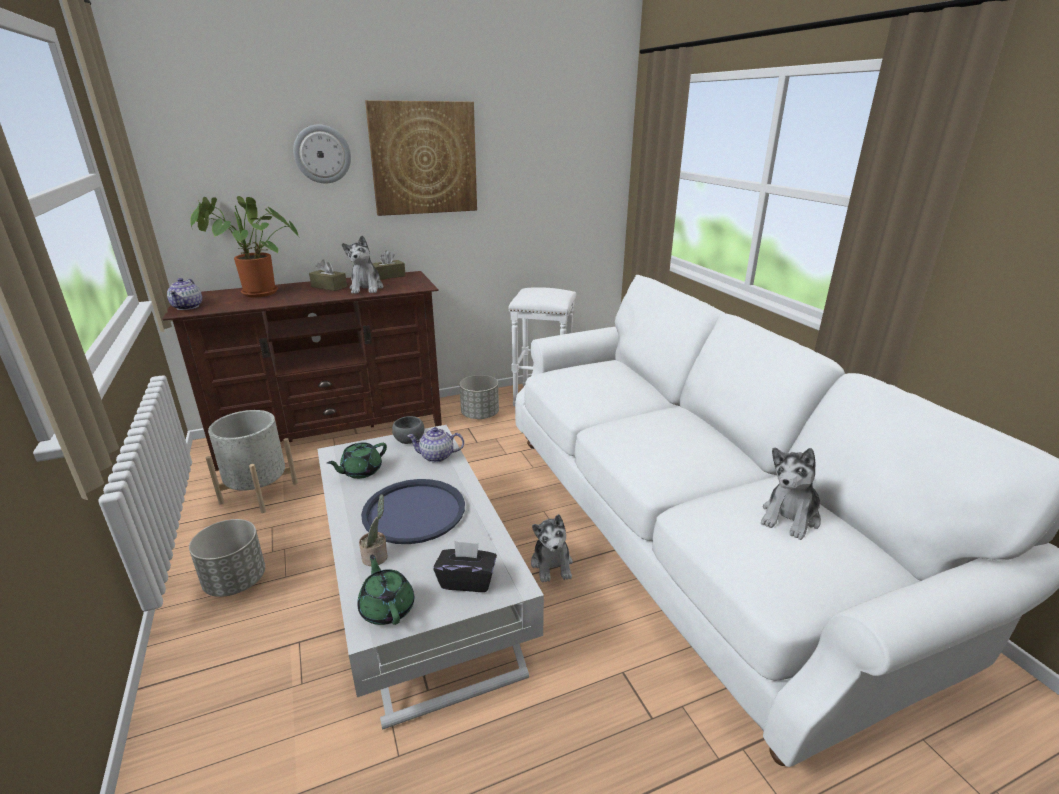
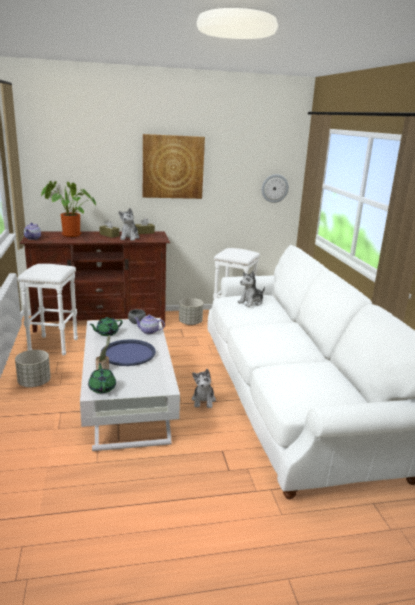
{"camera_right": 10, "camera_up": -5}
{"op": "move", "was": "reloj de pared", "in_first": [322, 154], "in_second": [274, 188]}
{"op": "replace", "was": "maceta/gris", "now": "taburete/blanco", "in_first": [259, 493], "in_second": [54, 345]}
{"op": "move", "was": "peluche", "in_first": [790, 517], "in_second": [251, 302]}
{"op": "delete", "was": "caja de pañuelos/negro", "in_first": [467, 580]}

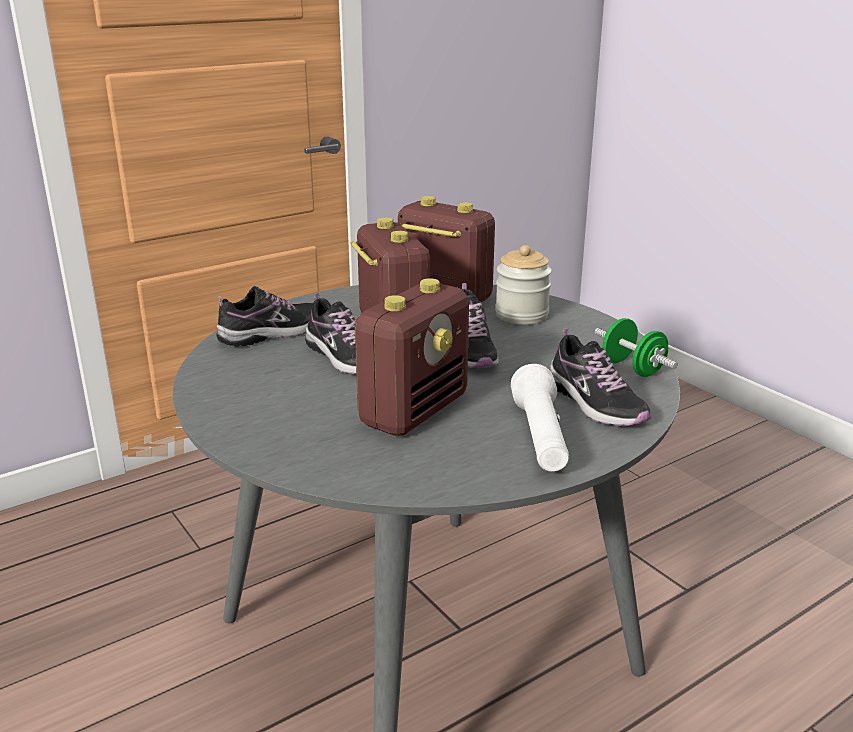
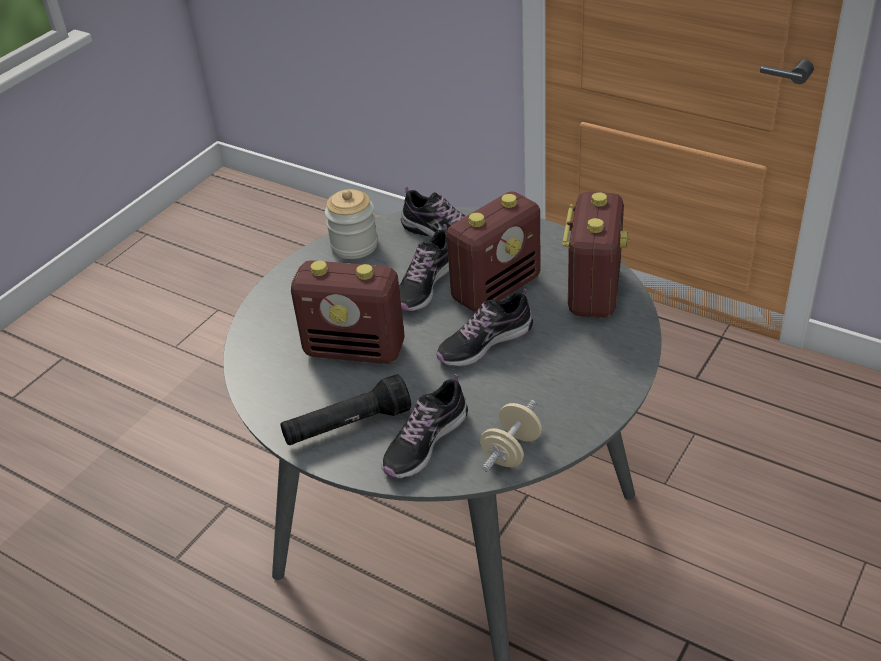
{"camera_right": 70, "camera_up": 15}
{"op": "move", "was": "tarro", "in_first": [521, 315], "in_second": [354, 245]}
{"op": "recolor", "was": "mancuerna/verde", "now": "mancuerna/beis", "in_first": [632, 368], "in_second": [511, 451]}
{"op": "recolor", "was": "linterna/blanco", "now": "linterna/negro", "in_first": [540, 438], "in_second": [347, 426]}

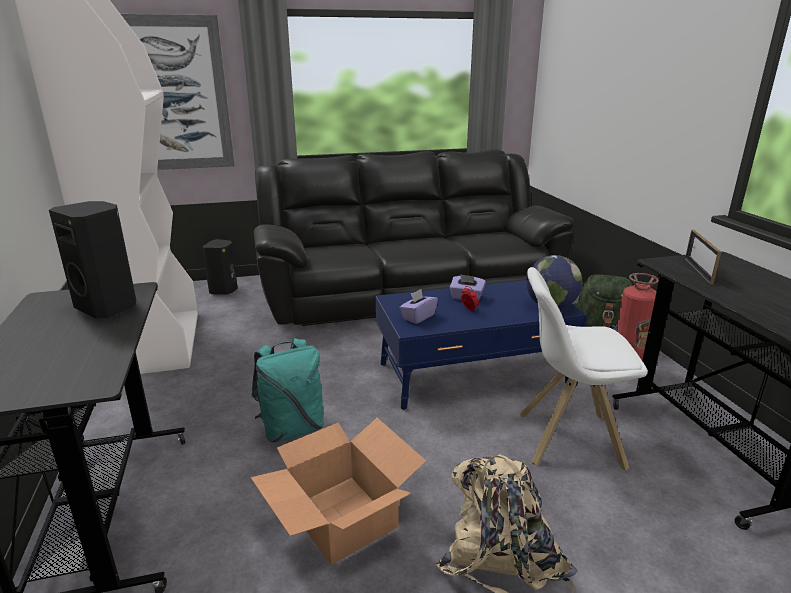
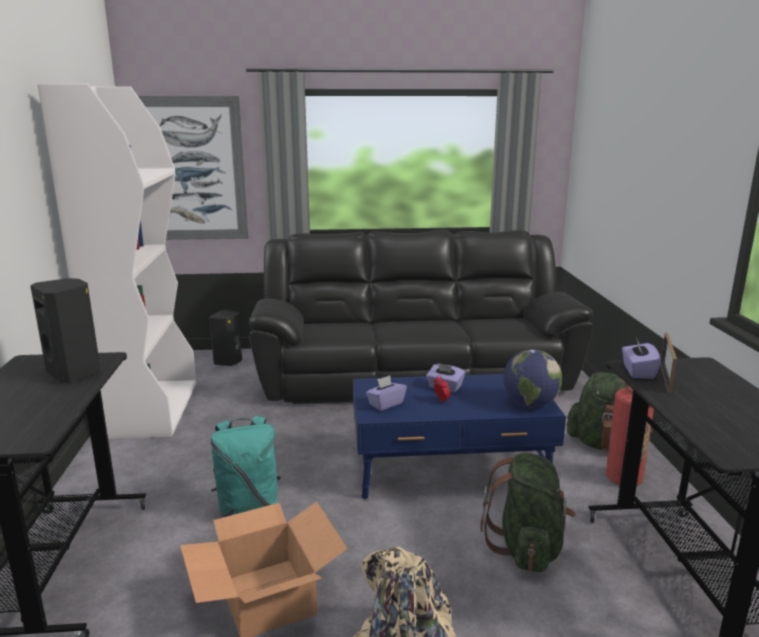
{"camera_right": 10, "camera_up": -5}
{"op": "replace", "was": "silla/blanco", "now": "mochila/verde", "in_first": [568, 439], "in_second": [527, 548]}
{"op": "insert", "now": "caja de pañuelos/morado", "in_second": [637, 371]}

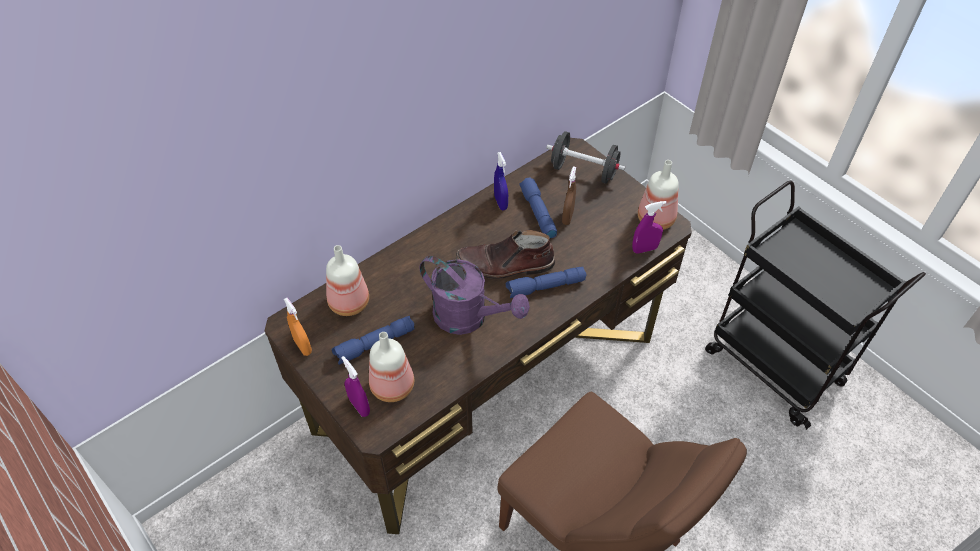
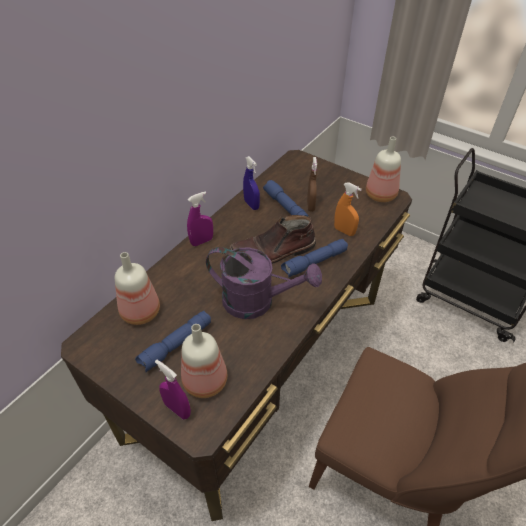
{"camera_right": -15, "camera_up": -5}
{"op": "delete", "was": "mancuerna/negro", "in_first": [583, 171]}
{"op": "move", "was": "pulverizador/morado", "in_first": [644, 249], "in_second": [202, 241]}
{"op": "move", "was": "pulverizador/naranja", "in_first": [303, 346], "in_second": [344, 231]}

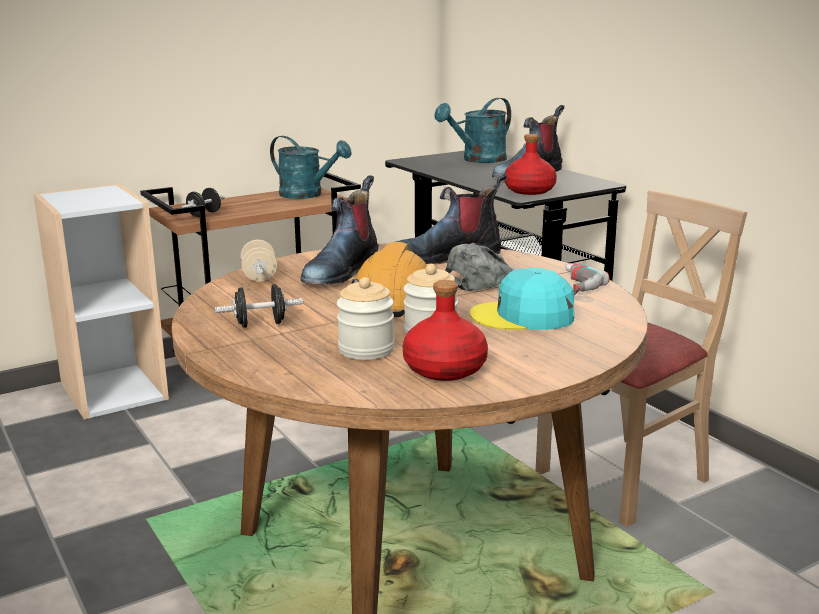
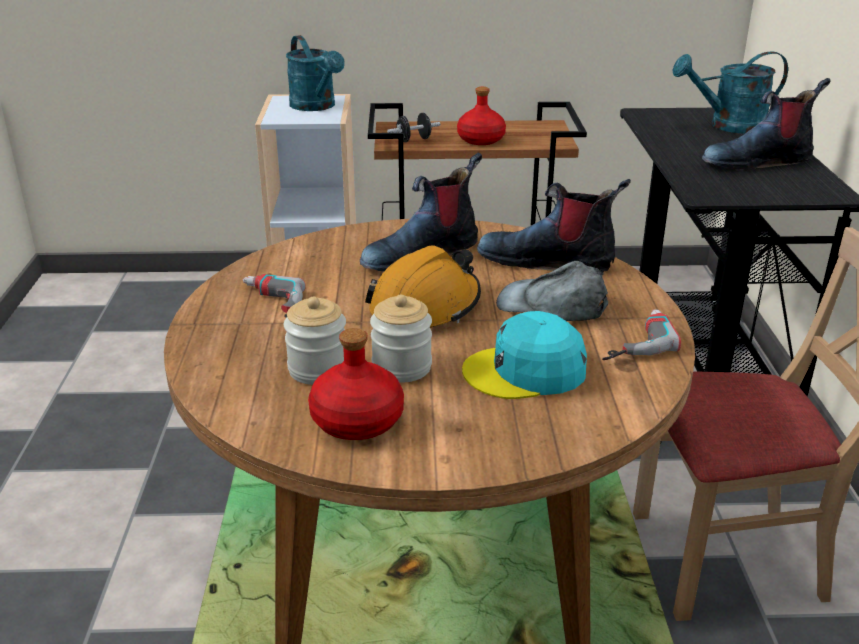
{"camera_right": 30, "camera_up": 10}
{"op": "move", "was": "botella/rojo", "in_first": [529, 191], "in_second": [480, 140]}
{"op": "move", "was": "regadera/turquesa", "in_first": [308, 195], "in_second": [316, 107]}
{"op": "delete", "was": "mancuerna/beis", "in_first": [259, 276]}
{"op": "rotate", "was": "gorra/gris", "in_first": [487, 279], "in_second": [552, 305], "clockwise": -150}
{"op": "rotate", "was": "gorra/turquesa", "in_first": [523, 316], "in_second": [525, 371], "clockwise": -45}
{"op": "replace", "was": "mancuerna/negro", "now": "taladro", "in_first": [260, 324], "in_second": [269, 306]}

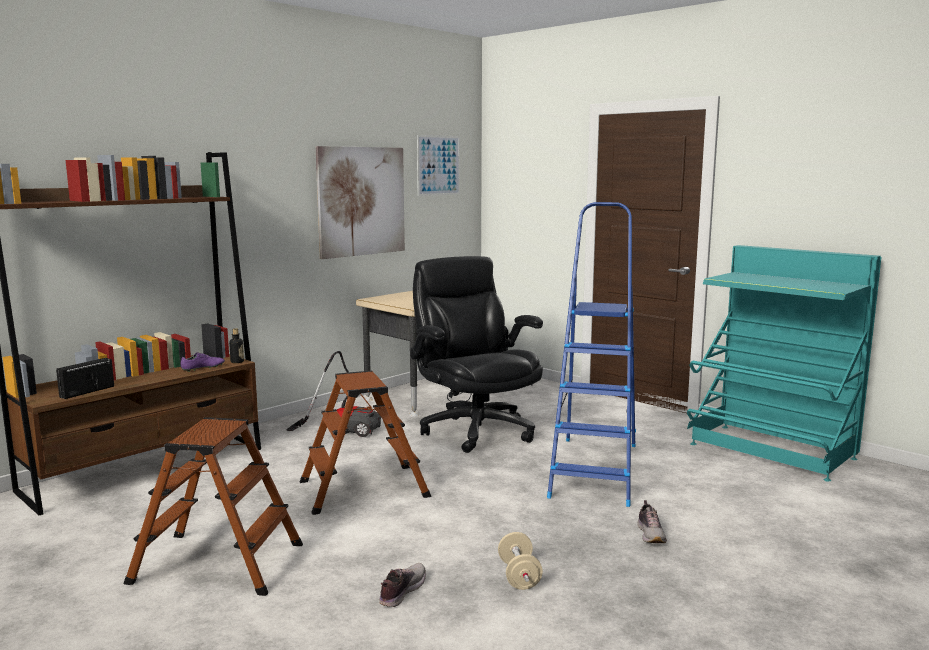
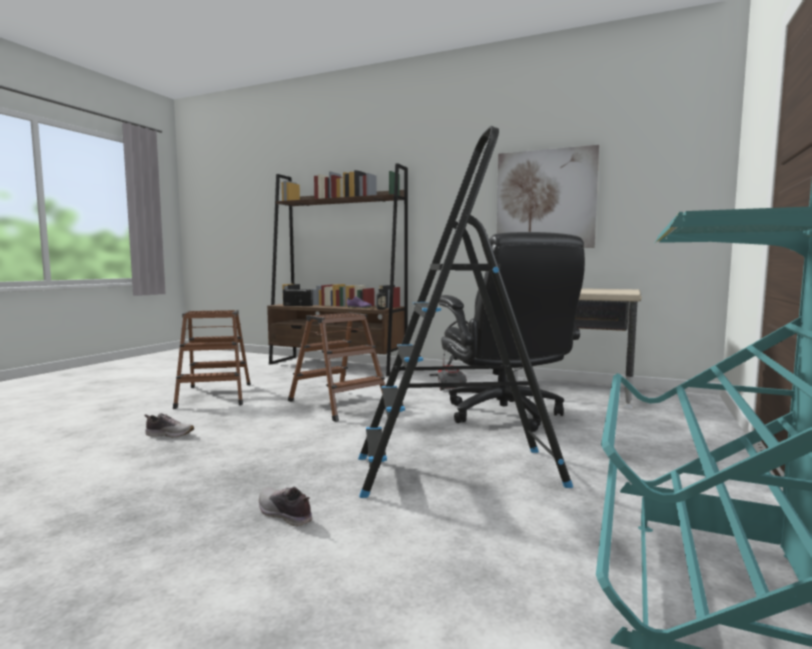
{"camera_right": 70, "camera_up": -5}
{"op": "delete", "was": "cuadro", "in_first": [438, 165]}
{"op": "recolor", "was": "escalera de tijera/azul", "now": "escalera de tijera/negro", "in_first": [595, 469], "in_second": [457, 472]}
{"op": "rotate", "was": "silla de oficina/negro", "in_first": [476, 431], "in_second": [505, 416], "clockwise": 120}
{"op": "rotate", "was": "zapato", "in_first": [651, 535], "in_second": [284, 514], "clockwise": 60}
{"op": "delete", "was": "mancuerna/beis", "in_first": [519, 576]}

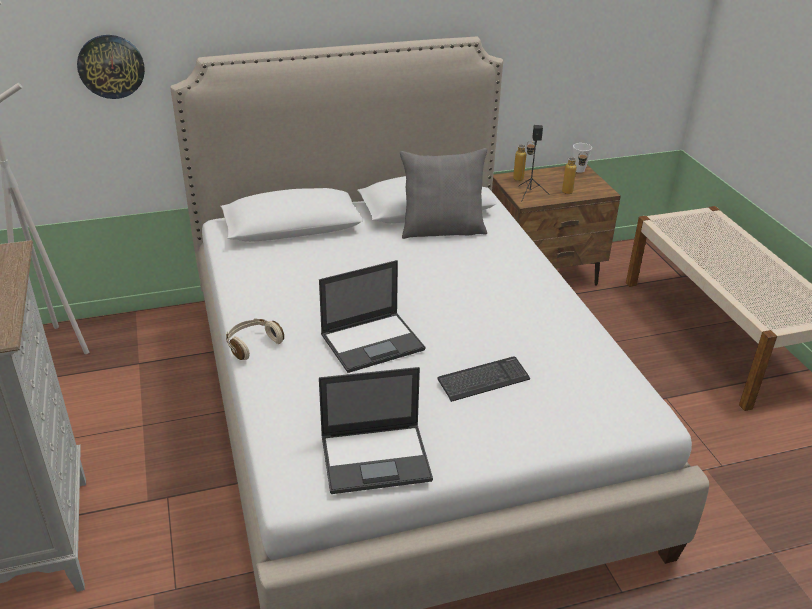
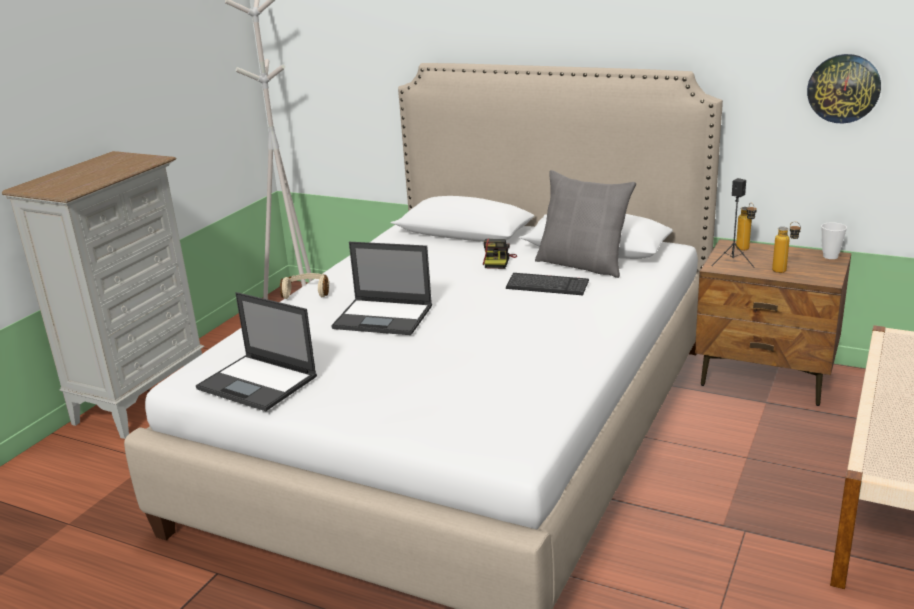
{"camera_right": 45, "camera_up": -10}
{"op": "move", "was": "reloj de pared", "in_first": [111, 66], "in_second": [843, 88]}
{"op": "move", "was": "teclado", "in_first": [483, 380], "in_second": [547, 286]}
{"op": "insert", "now": "cámara", "in_second": [498, 261]}

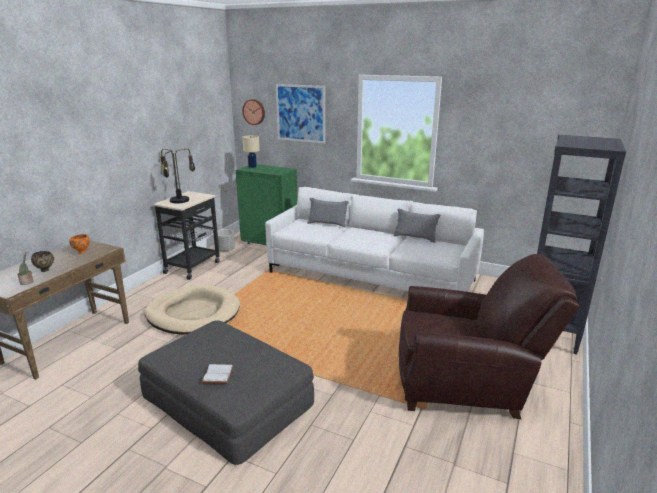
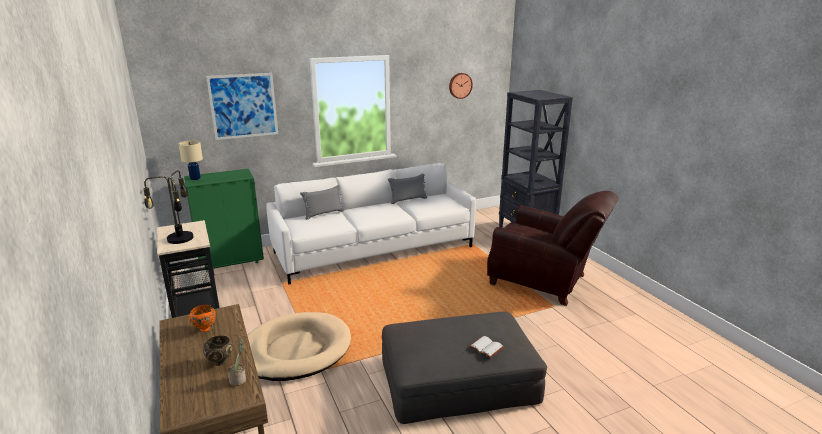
{"camera_right": -50, "camera_up": 0}
{"op": "move", "was": "reloj de pared", "in_first": [254, 112], "in_second": [460, 85]}
{"op": "rotate", "was": "sillón/marrón", "in_first": [467, 384], "in_second": [545, 282], "clockwise": 75}

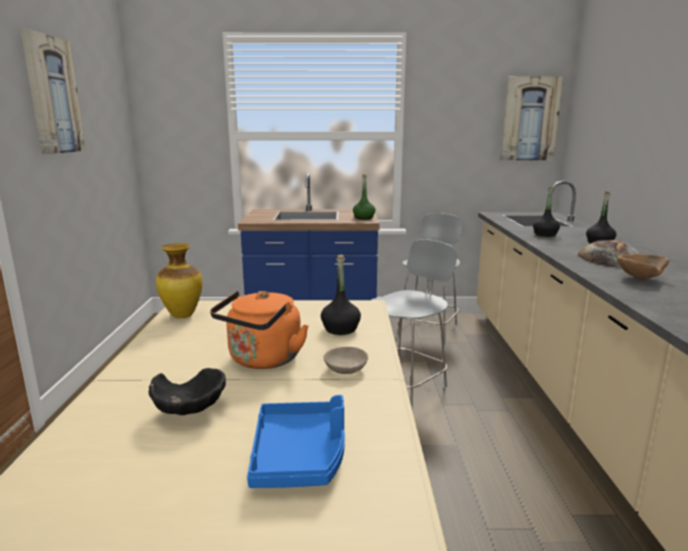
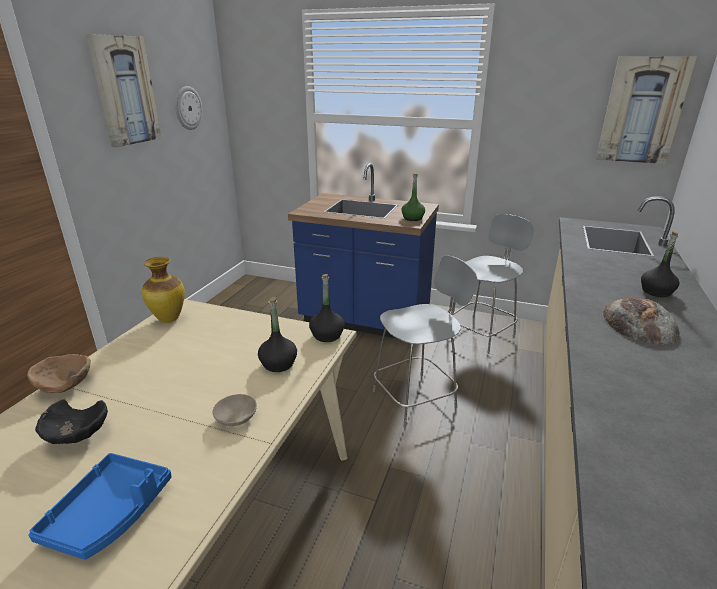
{"camera_right": 20, "camera_up": 10}
{"op": "move", "was": "botella/negro", "in_first": [545, 235], "in_second": [327, 335]}
{"op": "move", "was": "cuenco/marrón", "in_first": [638, 277], "in_second": [67, 386]}
{"op": "delete", "was": "hervidor/naranja", "in_first": [263, 360]}
{"op": "insert", "now": "reloj de pared", "in_second": [187, 108]}

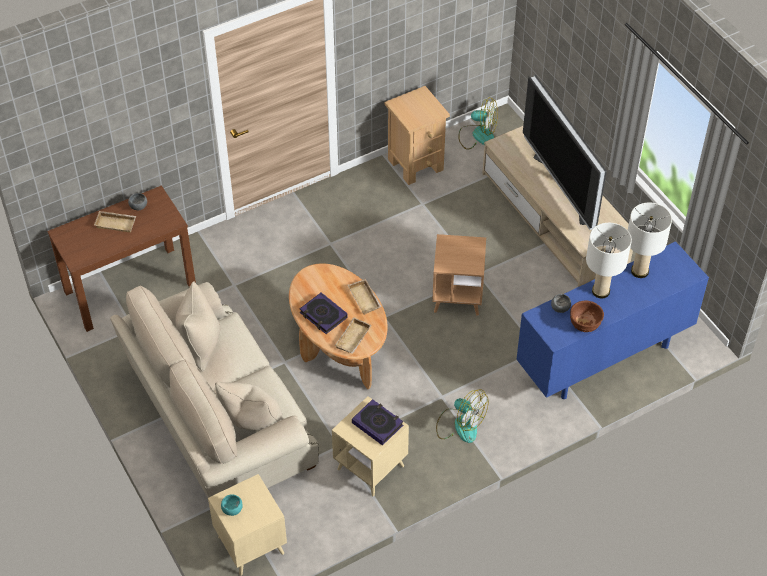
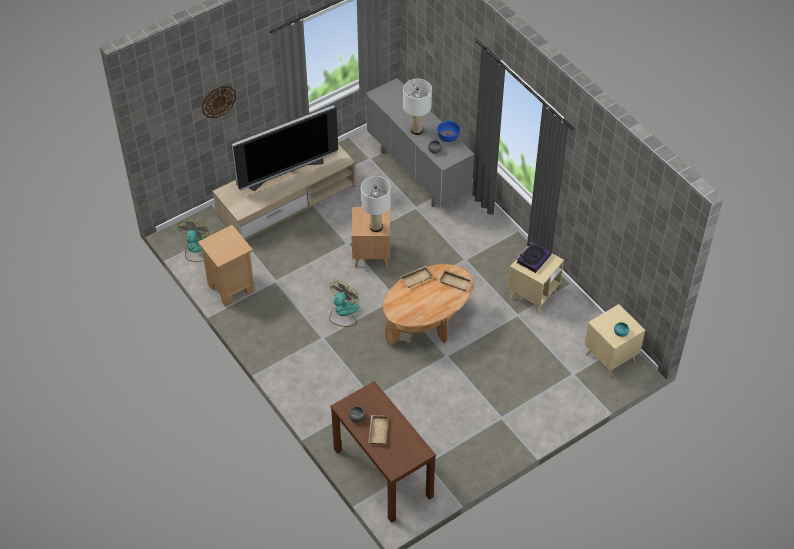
{"camera_right": -95, "camera_up": 0}
{"op": "move", "was": "lámpara de mesa/blanco", "in_first": [640, 271], "in_second": [376, 227]}
{"op": "recolor", "was": "cómoda/azul", "now": "cómoda/gris", "in_first": [603, 358], "in_second": [419, 173]}
{"op": "delete", "was": "sofá/beis", "in_first": [219, 421]}
{"op": "delete", "was": "libro", "in_first": [323, 315]}
{"op": "recolor", "was": "cuenco/marrón", "now": "cuenco/azul", "in_first": [585, 325], "in_second": [448, 138]}
{"op": "move", "was": "ventilador", "in_first": [460, 425], "in_second": [343, 312]}
{"op": "insert", "now": "reloj de pared", "in_second": [218, 101]}

